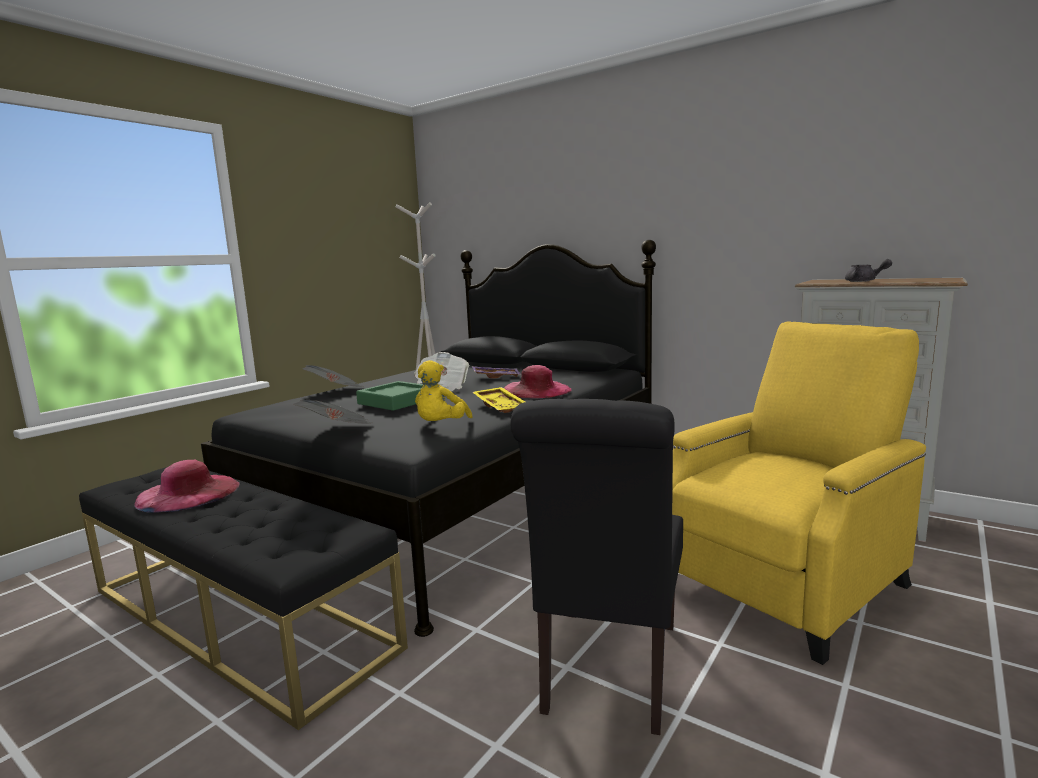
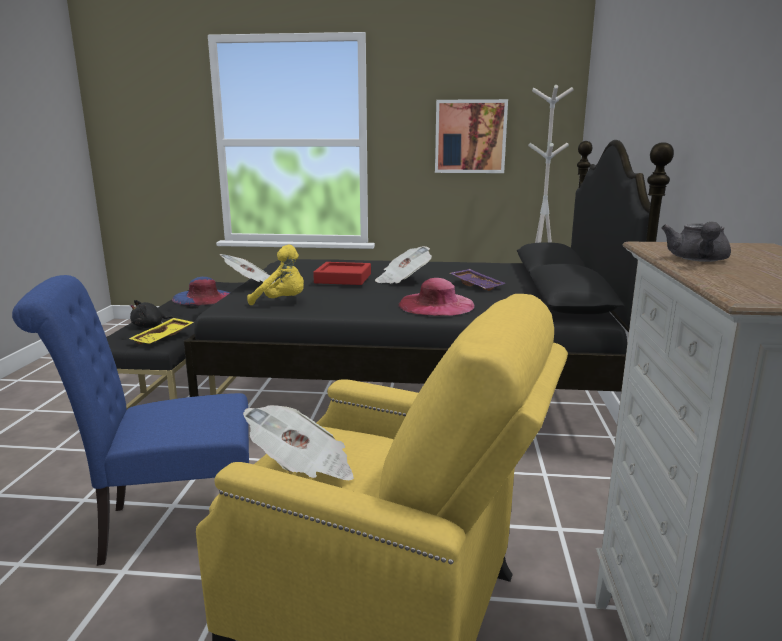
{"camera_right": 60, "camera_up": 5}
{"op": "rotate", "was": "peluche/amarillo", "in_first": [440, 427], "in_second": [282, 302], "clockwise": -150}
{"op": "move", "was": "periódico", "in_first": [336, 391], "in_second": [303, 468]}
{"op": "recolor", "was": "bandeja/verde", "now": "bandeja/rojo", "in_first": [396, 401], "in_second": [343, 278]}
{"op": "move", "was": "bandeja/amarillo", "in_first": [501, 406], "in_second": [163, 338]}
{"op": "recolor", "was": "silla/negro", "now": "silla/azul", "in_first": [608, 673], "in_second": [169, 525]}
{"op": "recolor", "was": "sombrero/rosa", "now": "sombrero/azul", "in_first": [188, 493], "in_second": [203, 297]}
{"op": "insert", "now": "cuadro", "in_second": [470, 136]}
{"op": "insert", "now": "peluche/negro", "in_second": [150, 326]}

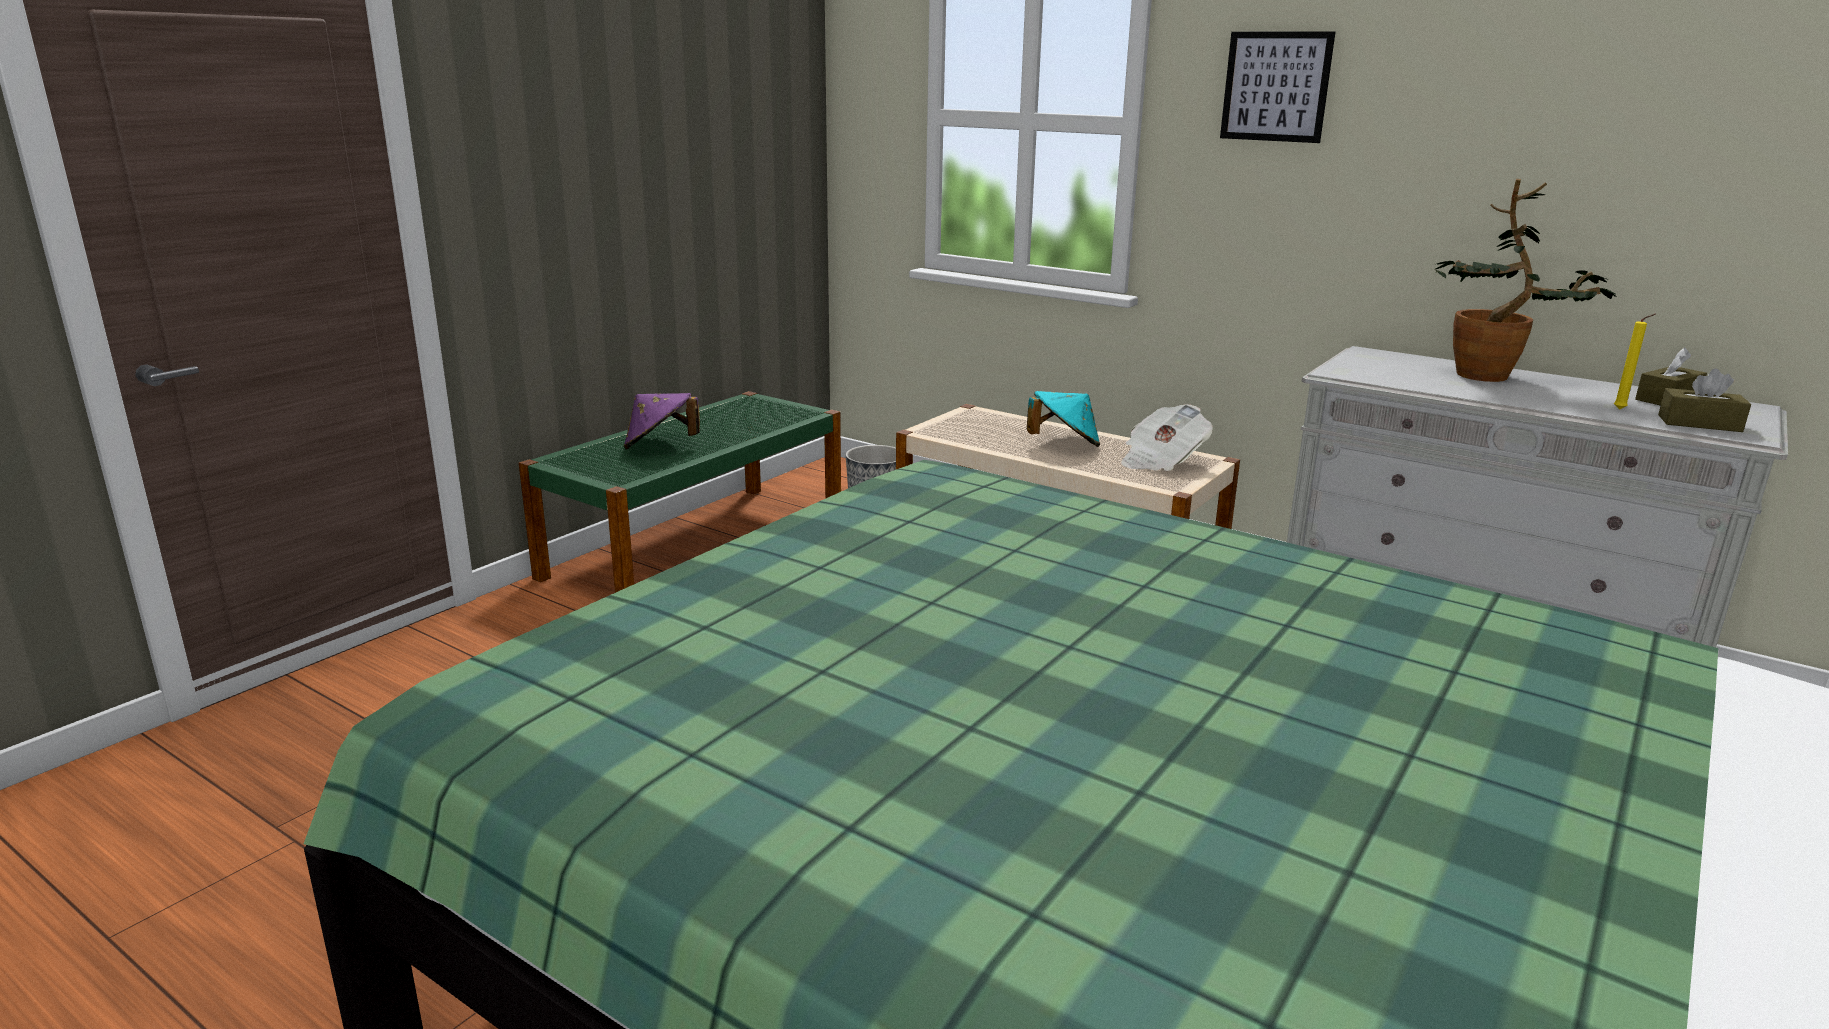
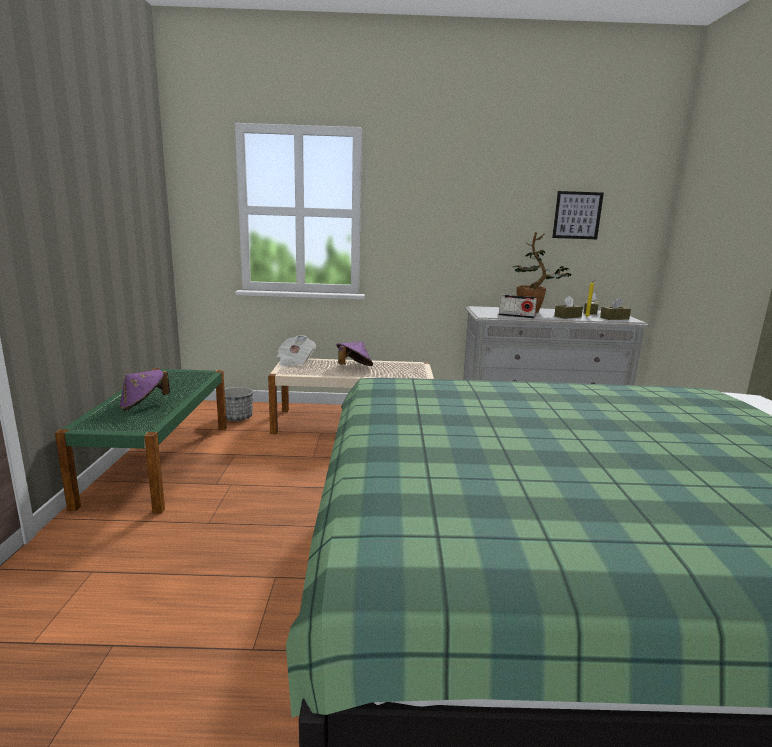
{"camera_right": -35, "camera_up": -5}
{"op": "move", "was": "cuadro", "in_first": [1276, 86], "in_second": [577, 215]}
{"op": "recolor", "was": "sombrero/turquesa", "now": "sombrero/morado", "in_first": [1064, 444], "in_second": [354, 367]}
{"op": "move", "was": "periódico", "in_first": [1161, 461], "in_second": [294, 362]}
{"op": "insert", "now": "radio", "in_second": [516, 316]}
{"op": "insert", "now": "caja de pañuelos/marrón", "in_second": [567, 316]}

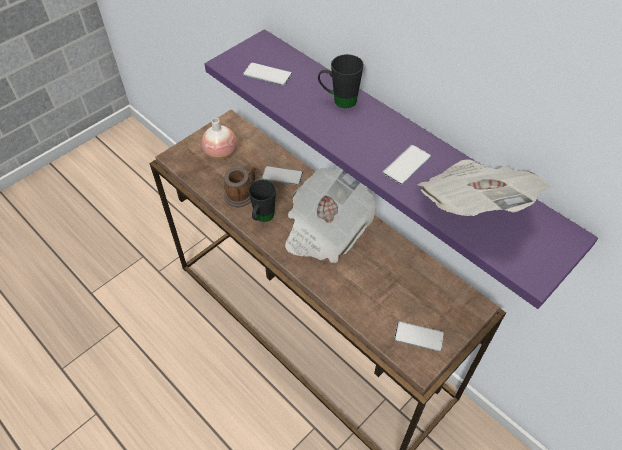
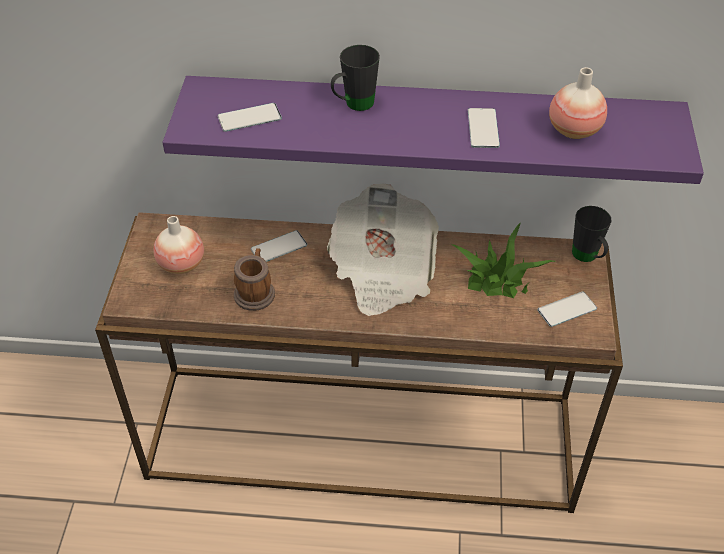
{"camera_right": -40, "camera_up": -5}
{"op": "replace", "was": "periódico", "now": "florero", "in_first": [473, 205], "in_second": [574, 130]}
{"op": "move", "was": "taza grande/negro", "in_first": [262, 218], "in_second": [588, 258]}
{"op": "insert", "now": "planta en maceta", "in_second": [498, 278]}

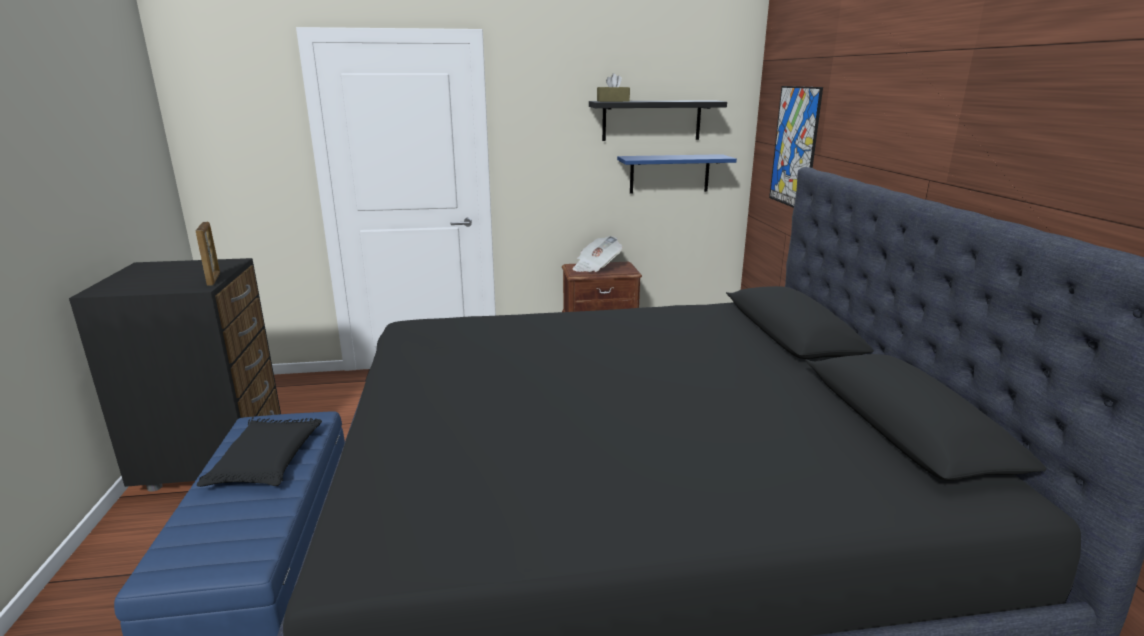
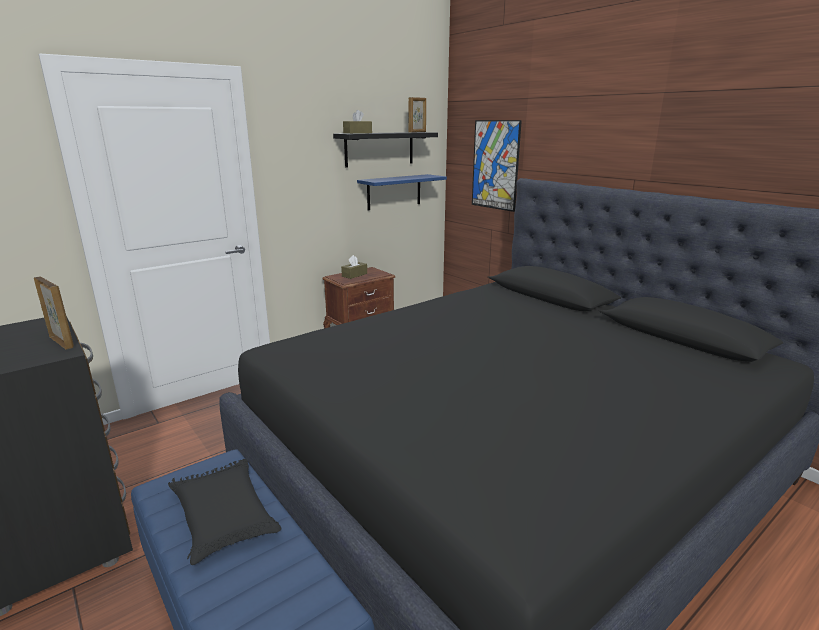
{"camera_right": -30, "camera_up": 0}
{"op": "replace", "was": "periódico", "now": "caja de pañuelos/marrón", "in_first": [596, 267], "in_second": [354, 275]}
{"op": "insert", "now": "portarretratos", "in_second": [417, 132]}

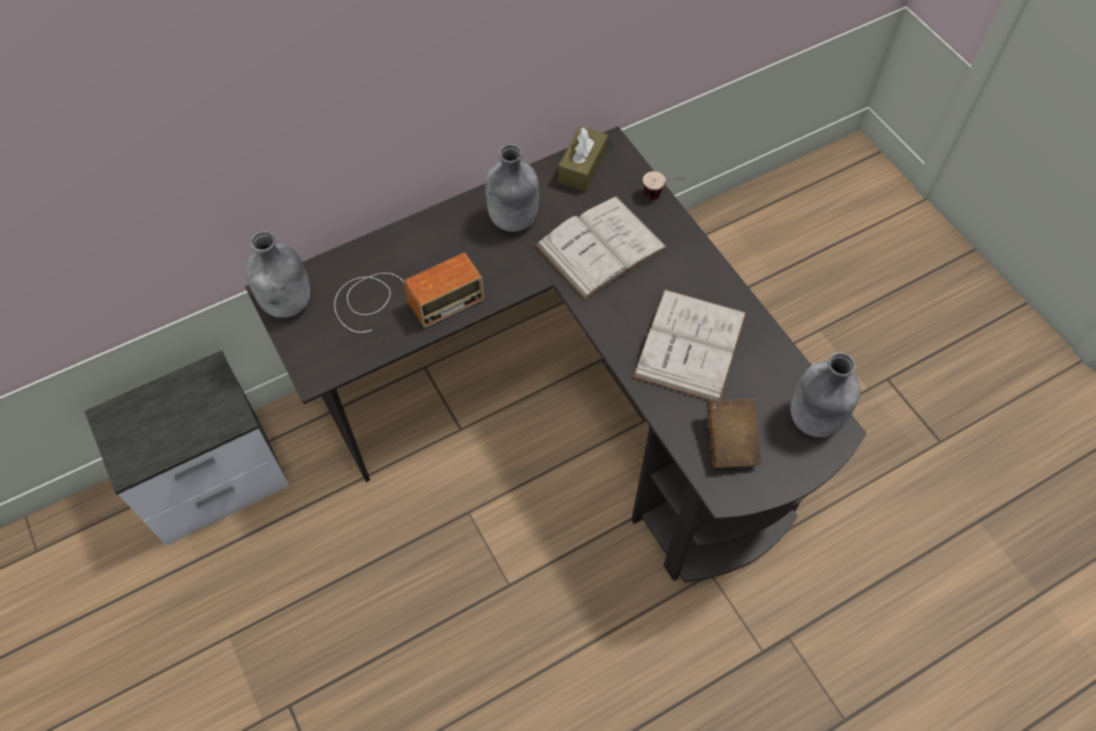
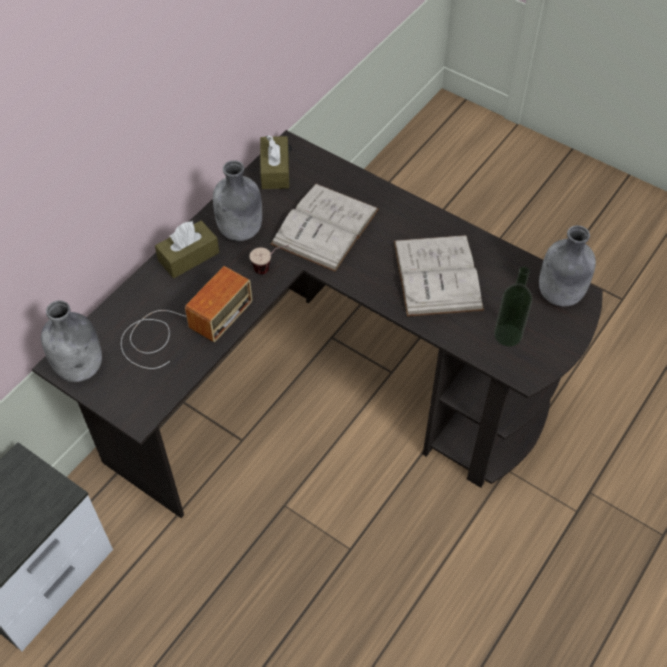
{"camera_right": -25, "camera_up": -5}
{"op": "move", "was": "taza", "in_first": [661, 197], "in_second": [270, 269]}
{"op": "replace", "was": "libro/marrón", "now": "botella", "in_first": [730, 441], "in_second": [508, 335]}
{"op": "insert", "now": "caja de pañuelos/marrón", "in_second": [188, 257]}

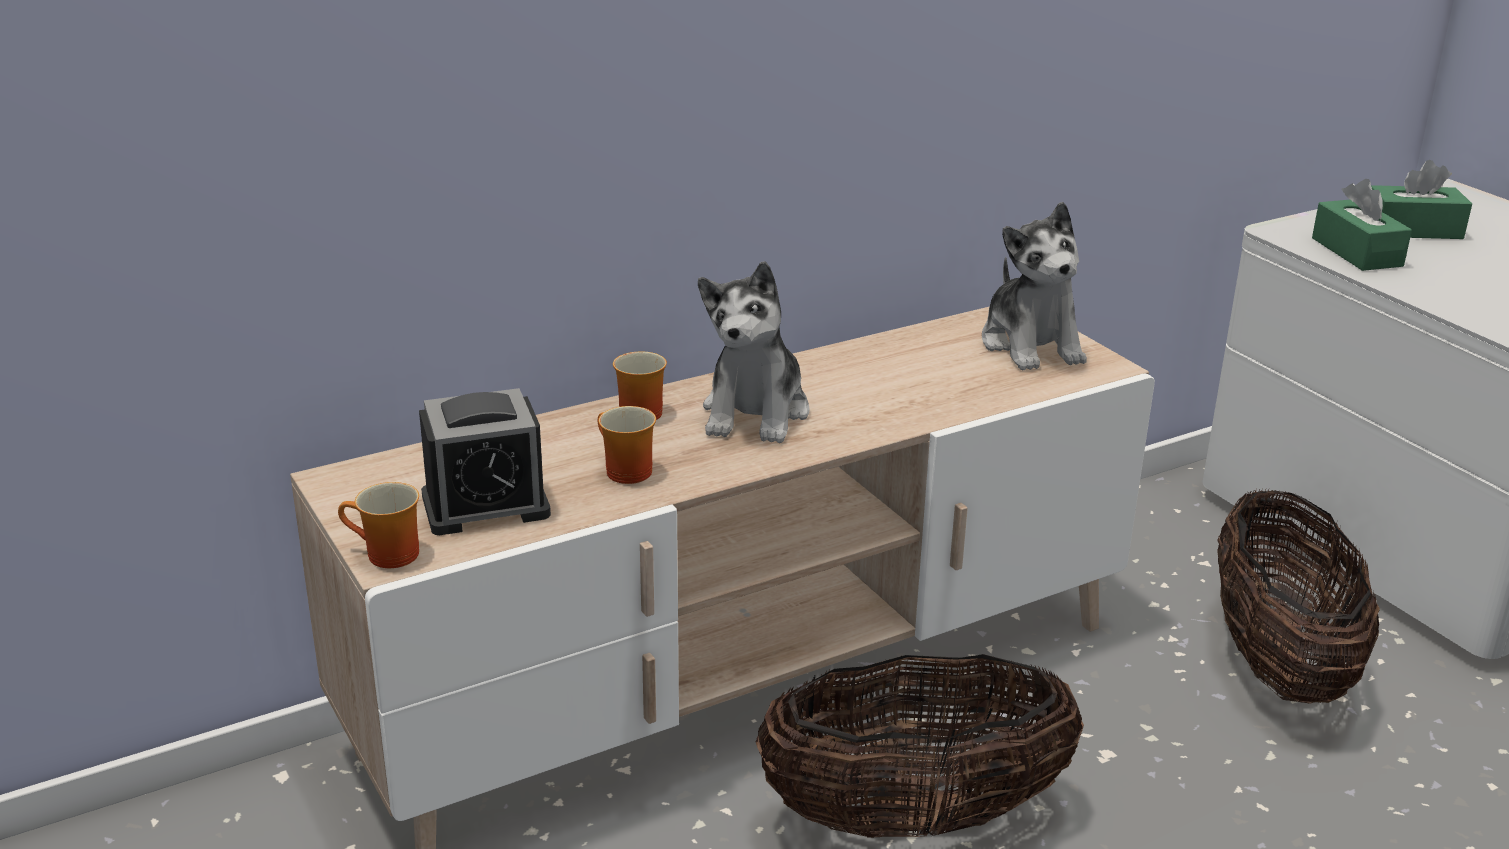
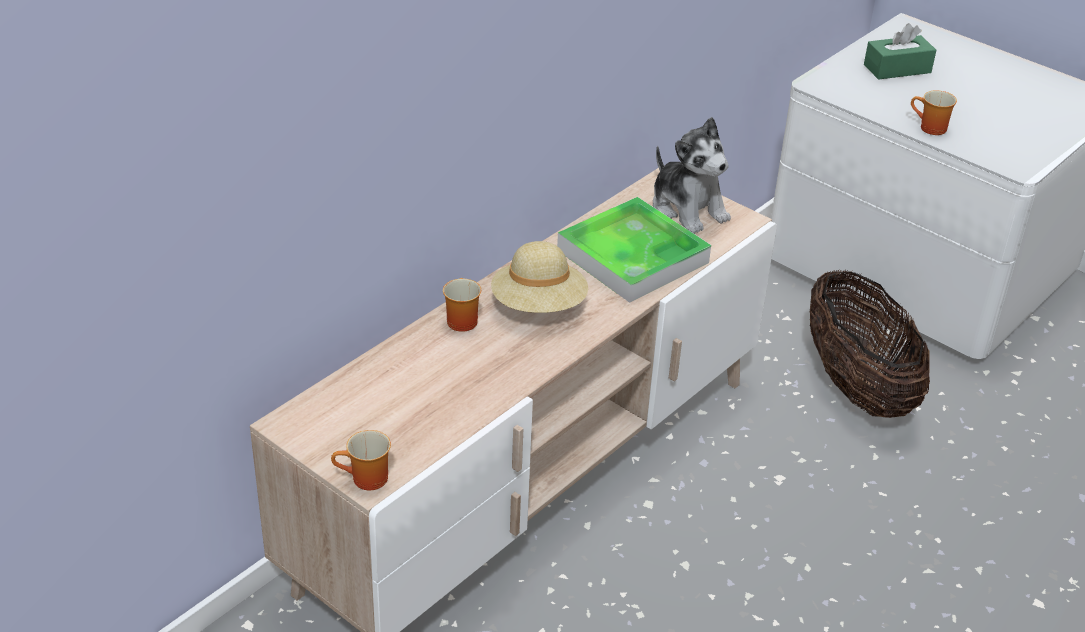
{"camera_right": -20, "camera_up": 10}
{"op": "delete", "was": "caja de pañuelos/verde", "in_first": [1356, 252]}
{"op": "replace", "was": "peluche", "now": "sombrero/beis", "in_first": [756, 413], "in_second": [539, 306]}
{"op": "delete", "was": "despertador", "in_first": [485, 506]}
{"op": "move", "was": "taza grande", "in_first": [622, 471], "in_second": [929, 128]}
{"op": "delete", "was": "cesta", "in_first": [914, 817]}
{"op": "insert", "now": "bandeja", "in_second": [632, 256]}

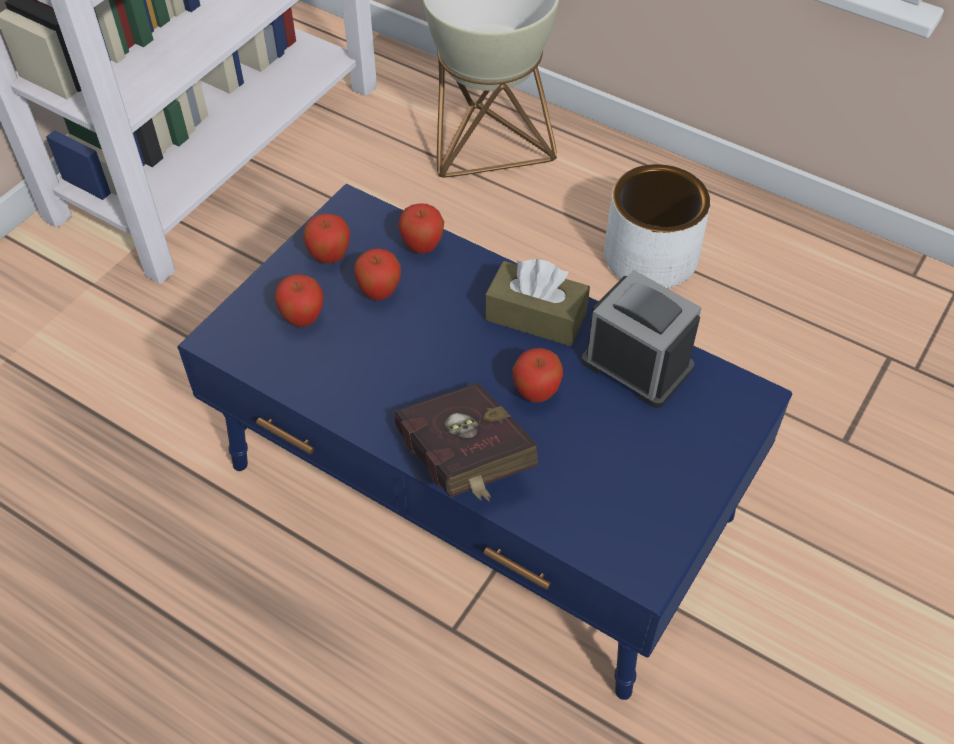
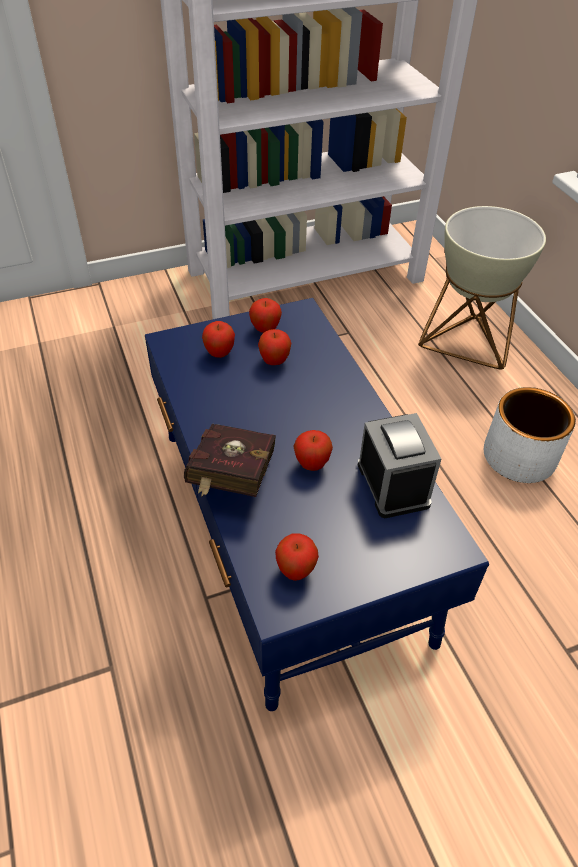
{"camera_right": 35, "camera_up": -5}
{"op": "move", "was": "manzana", "in_first": [422, 247], "in_second": [296, 571]}
{"op": "delete", "was": "caja de pañuelos/marrón", "in_first": [536, 316]}

